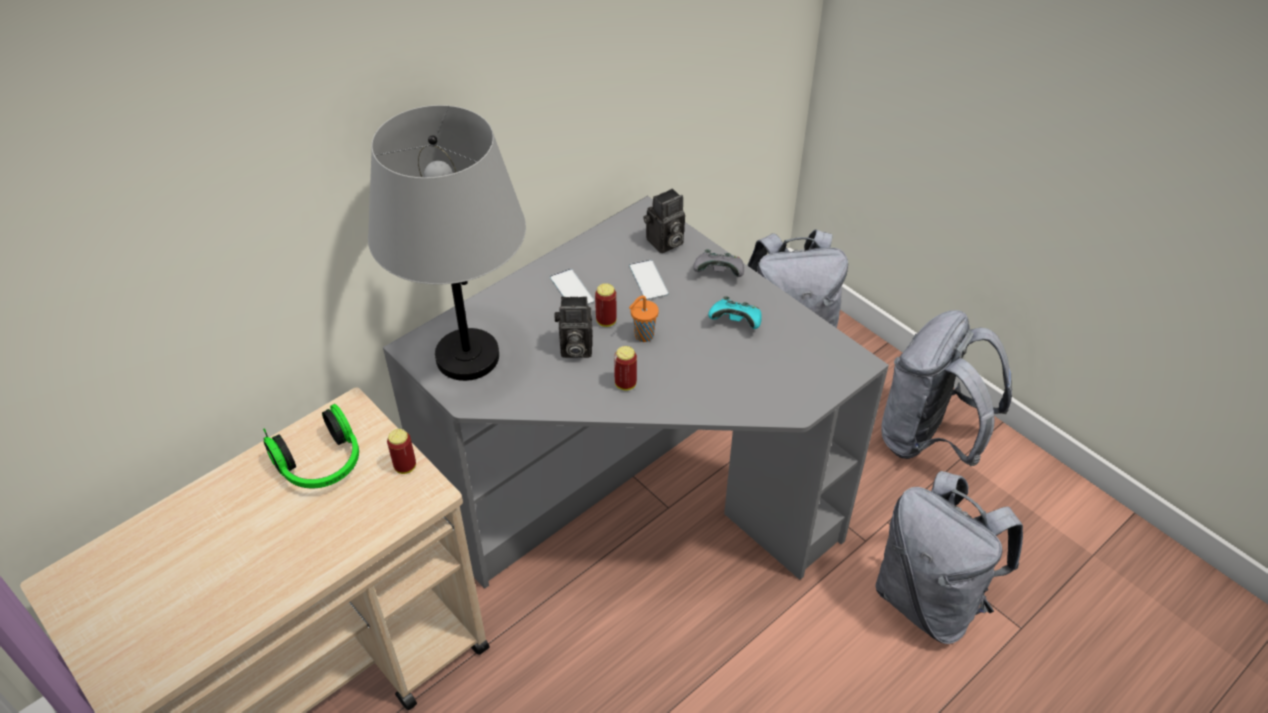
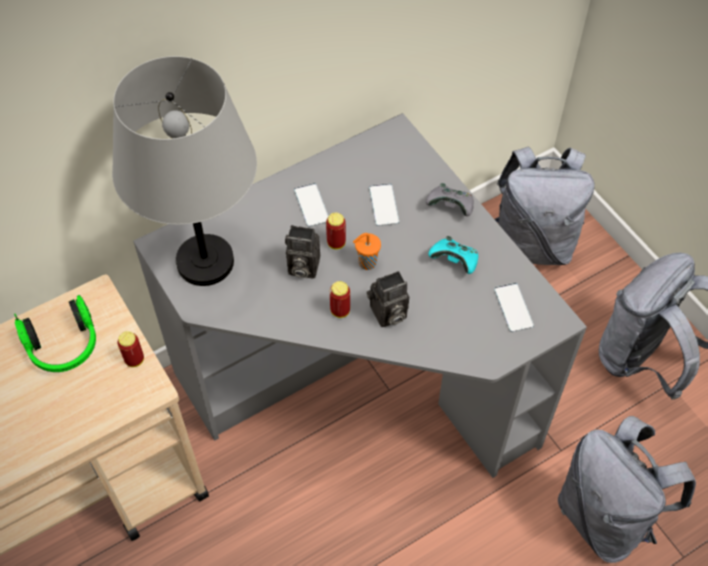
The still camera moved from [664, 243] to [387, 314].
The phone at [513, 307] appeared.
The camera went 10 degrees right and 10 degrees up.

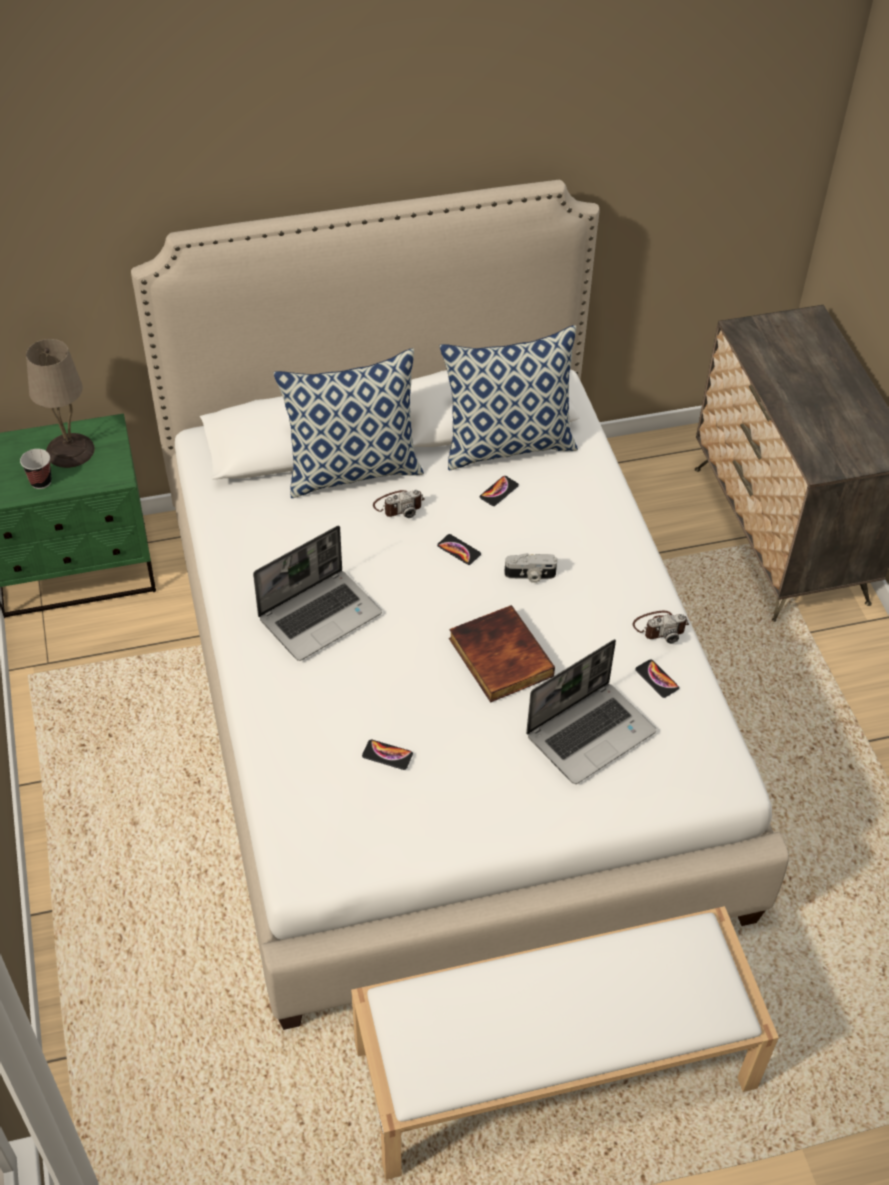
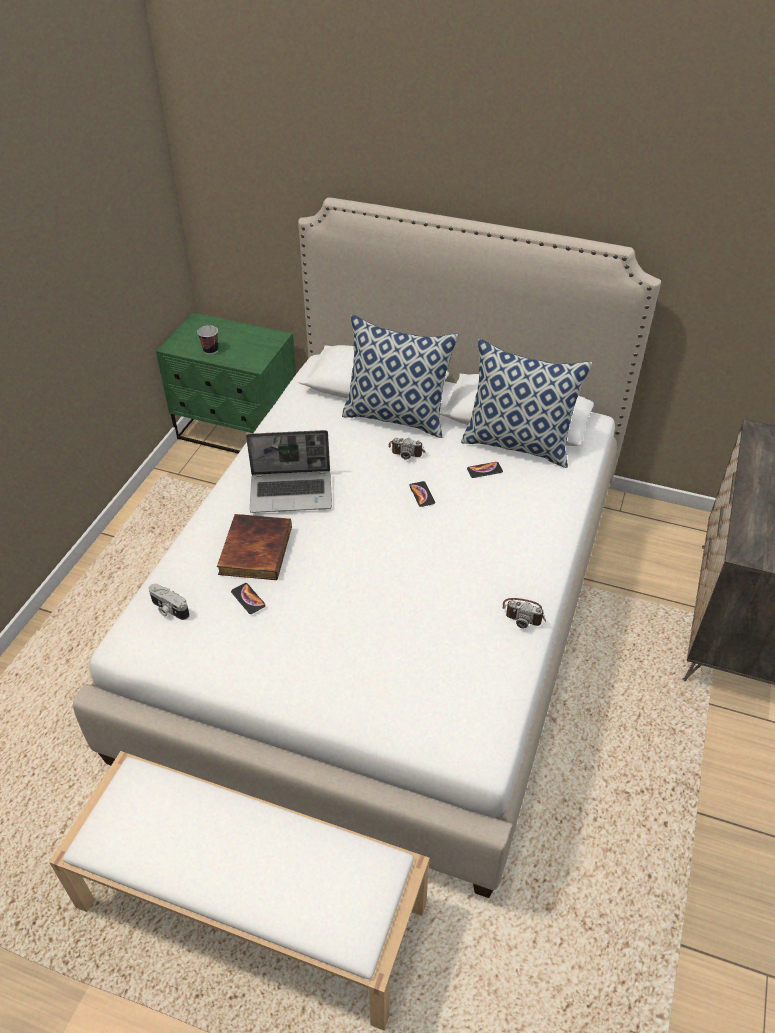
The still camera moved from [530, 576] to [168, 609].
The bound book moved from [498, 657] to [254, 549].
The tabletop lamp (beige) at [70, 451] disappeared.
The notebook computer at [591, 732] disappeared.
The phone at [657, 679] disappeared.
The camera went 35 degrees right and 5 degrees down.

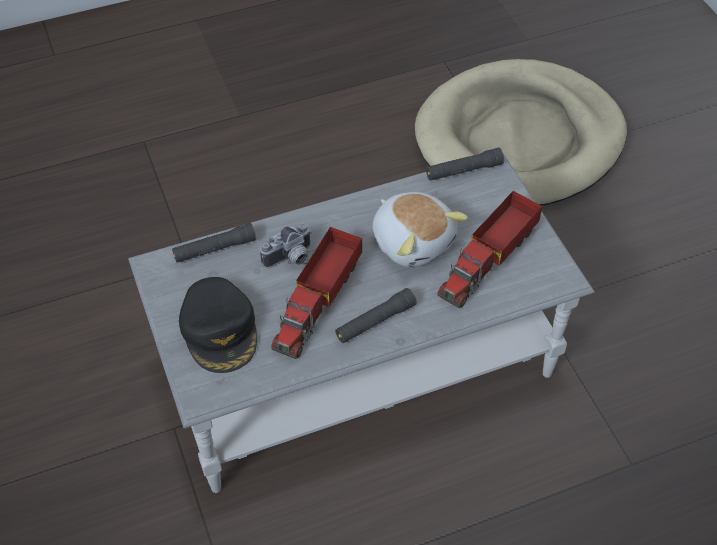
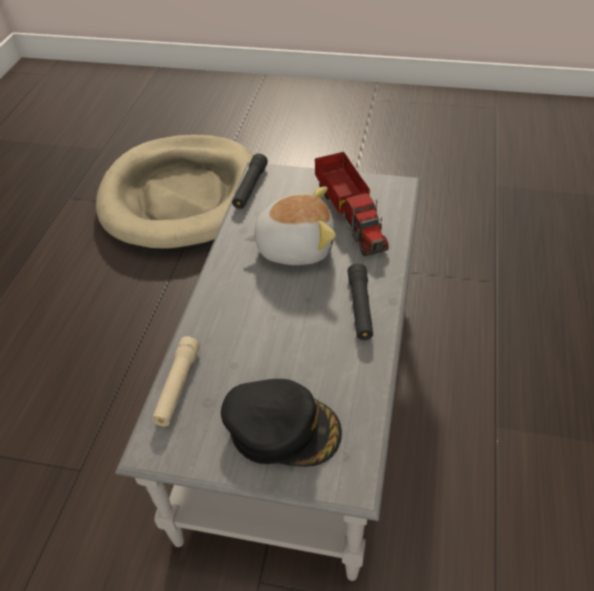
The flashlight (black) at [214, 249] became the flashlight (beige) at [177, 387].
The still camera at [290, 259] disappeared.
The toy lorry at [318, 300] disappeared.
The camera went 55 degrees left and 5 degrees down.

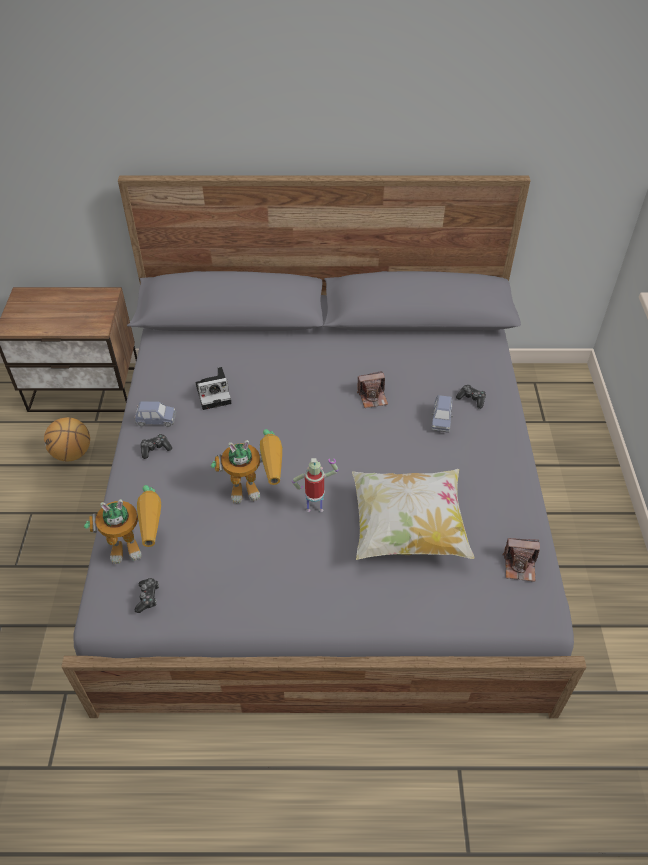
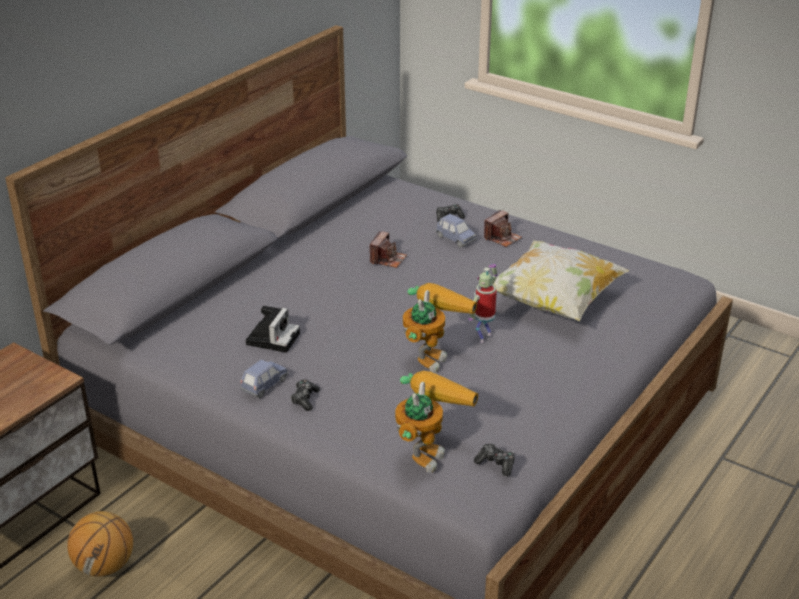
The still camera moved from [519, 566] to [502, 238].
The camera went 55 degrees left and 15 degrees down.

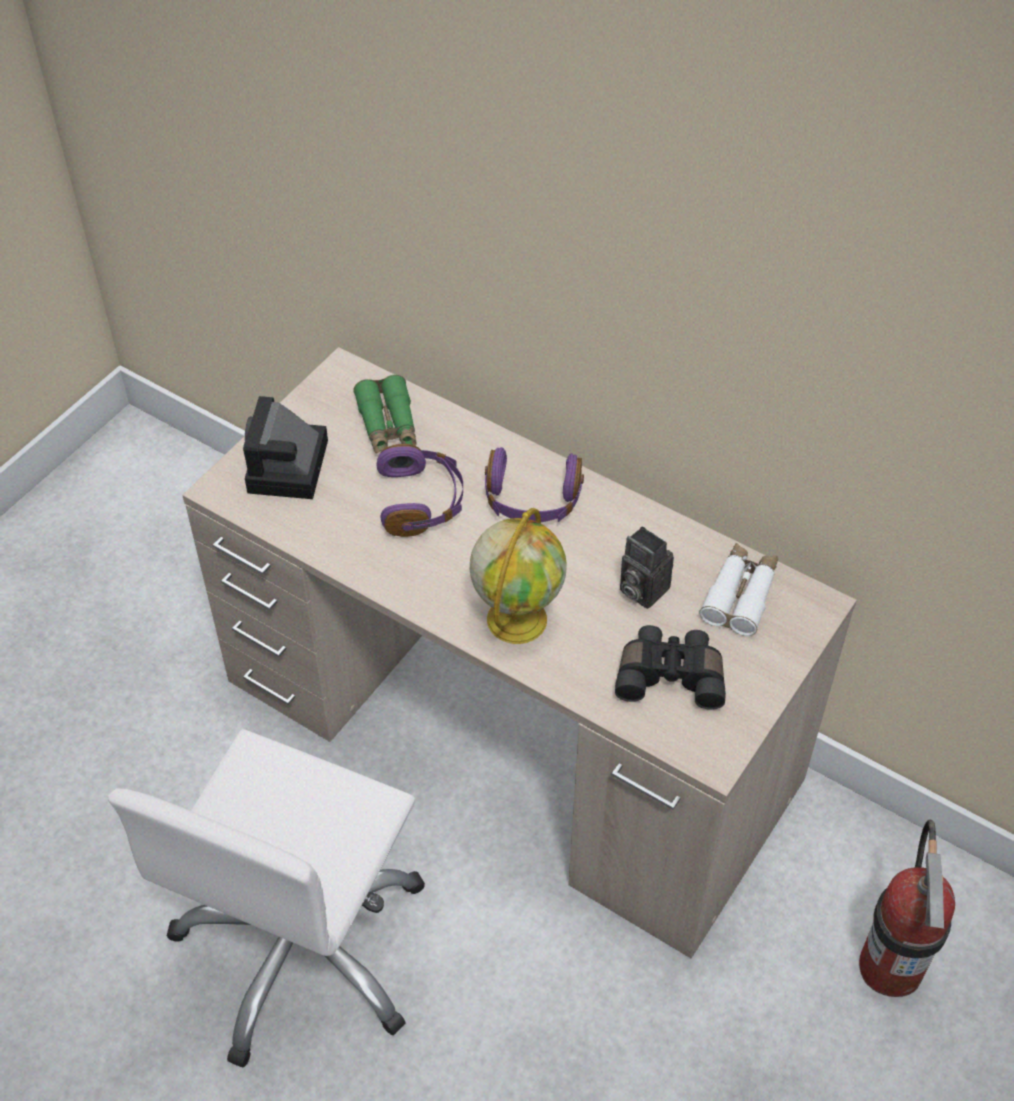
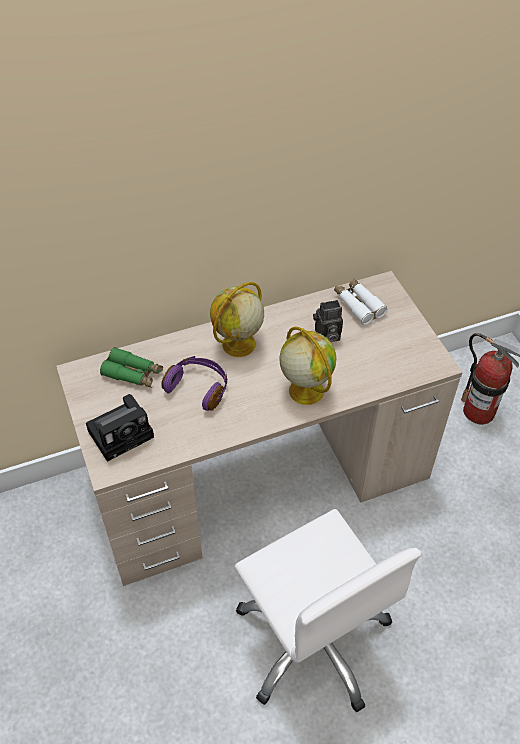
The still camera at [288, 469] turned 75 degrees counterclockwise.
The pair of headphones (purplish) at [532, 500] was replaced by the globe at [238, 345].
The field glasses (black) at [670, 675] disappeared.
The camera went 55 degrees left and 0 degrees up.

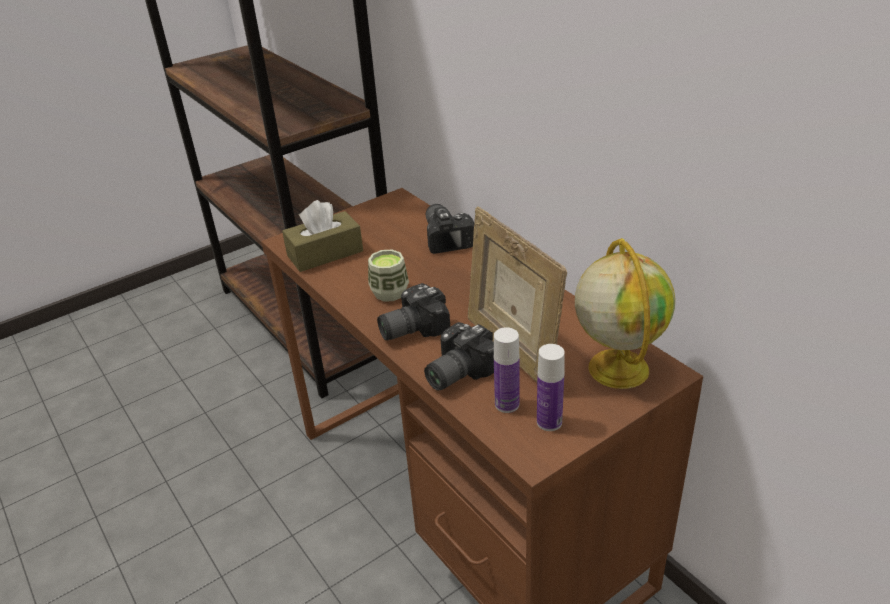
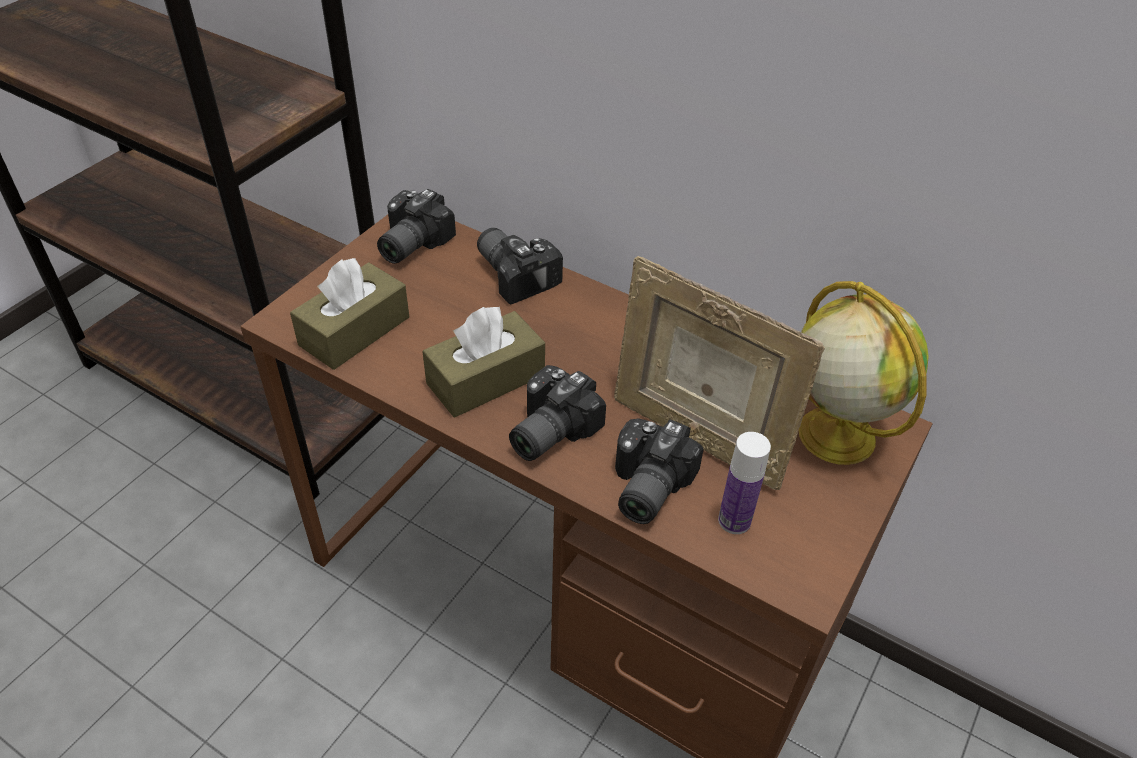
The still camera at [408, 243] appeared.
The small cup at [389, 292] was replaced by the tissue holder (brownish) at [486, 379].
The drink bottle at [549, 422] disappeared.
The camera went 25 degrees left and 10 degrees up.

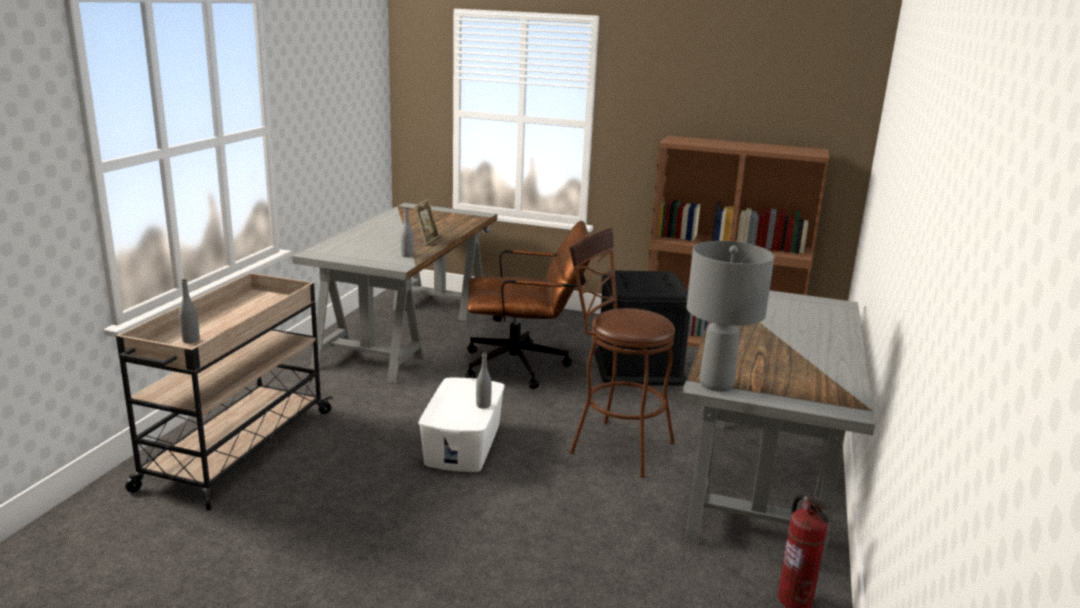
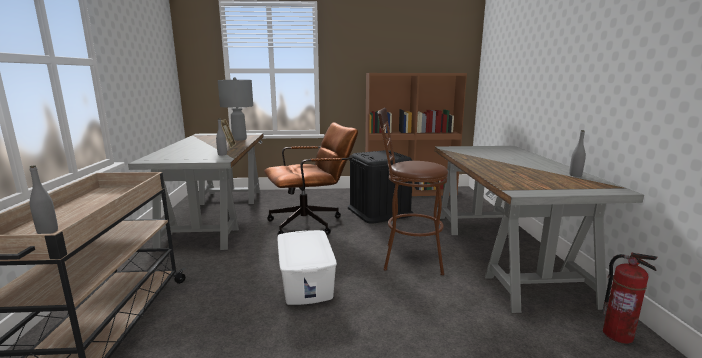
The tabletop lamp (grey) moved from [716, 384] to [239, 139].
The drink bottle (grey) moved from [483, 405] to [575, 175].
The camera went 20 degrees left and 5 degrees down.

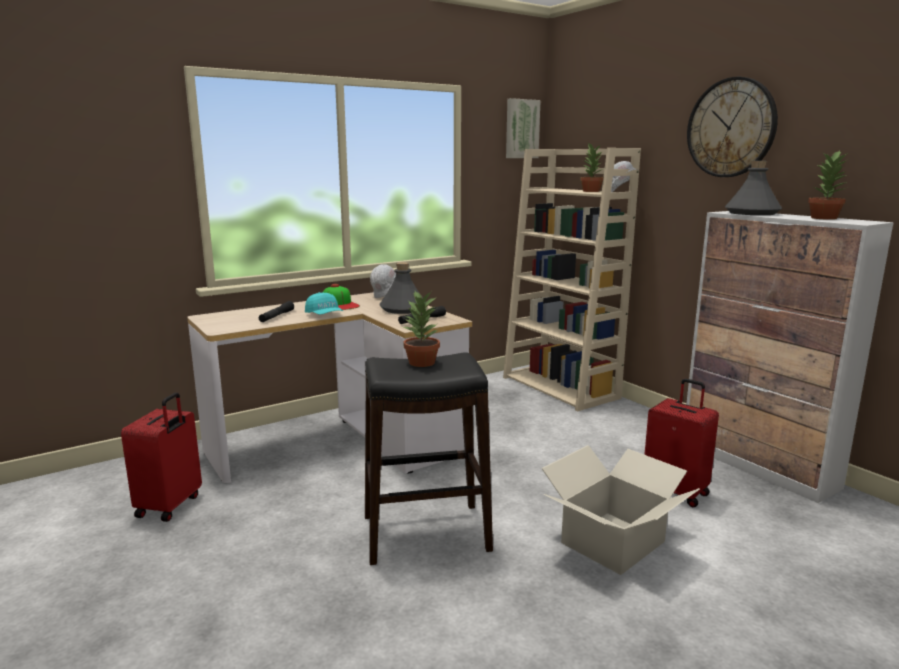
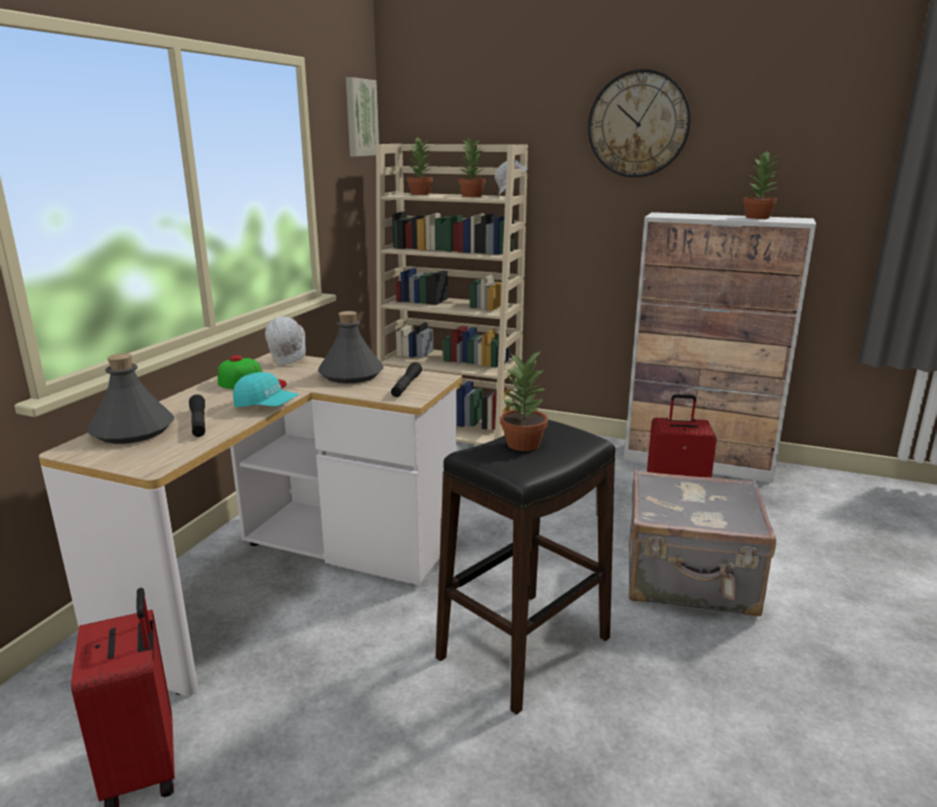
The drink bottle (grey) moved from [752, 213] to [133, 431].
The plant in a pot at [420, 194] appeared.
The cardboard box at [614, 542] was replaced by the piece of luggage (grey) at [690, 580].
The camera went 35 degrees left and 5 degrees up.

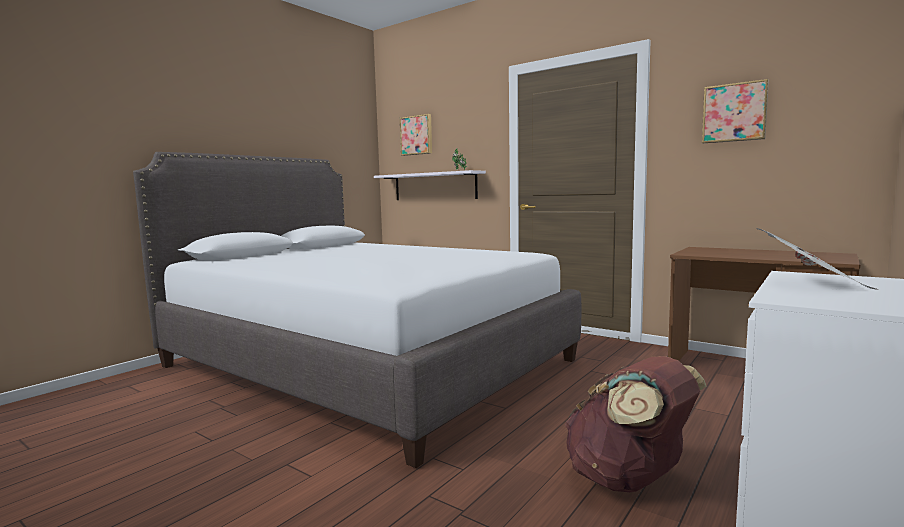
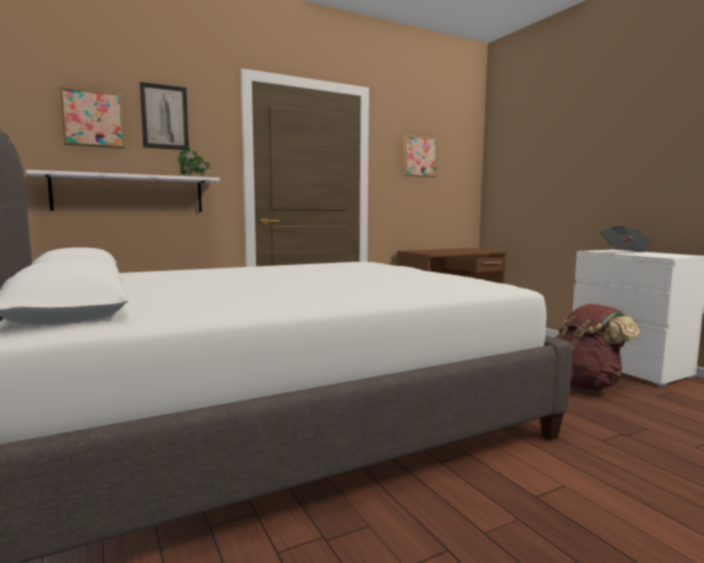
The picture at [164, 117] appeared.
The camera went 65 degrees left and 0 degrees up.

